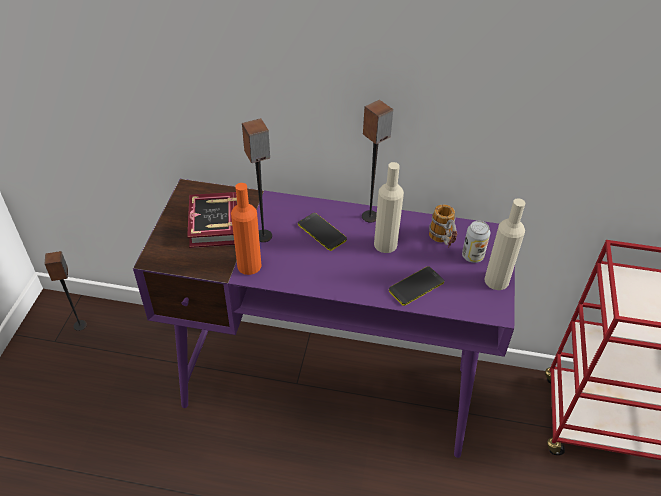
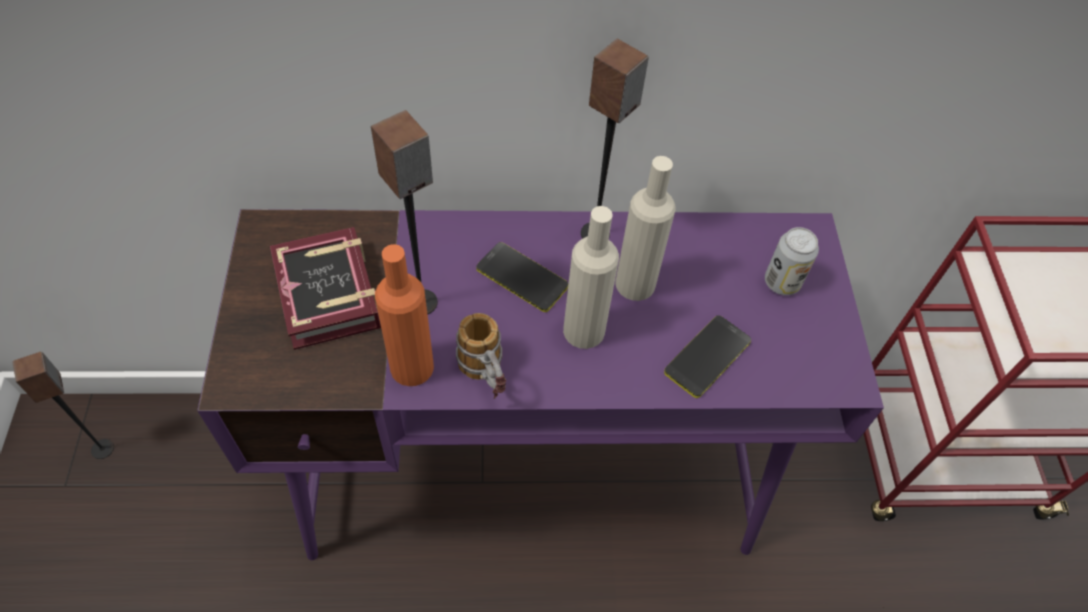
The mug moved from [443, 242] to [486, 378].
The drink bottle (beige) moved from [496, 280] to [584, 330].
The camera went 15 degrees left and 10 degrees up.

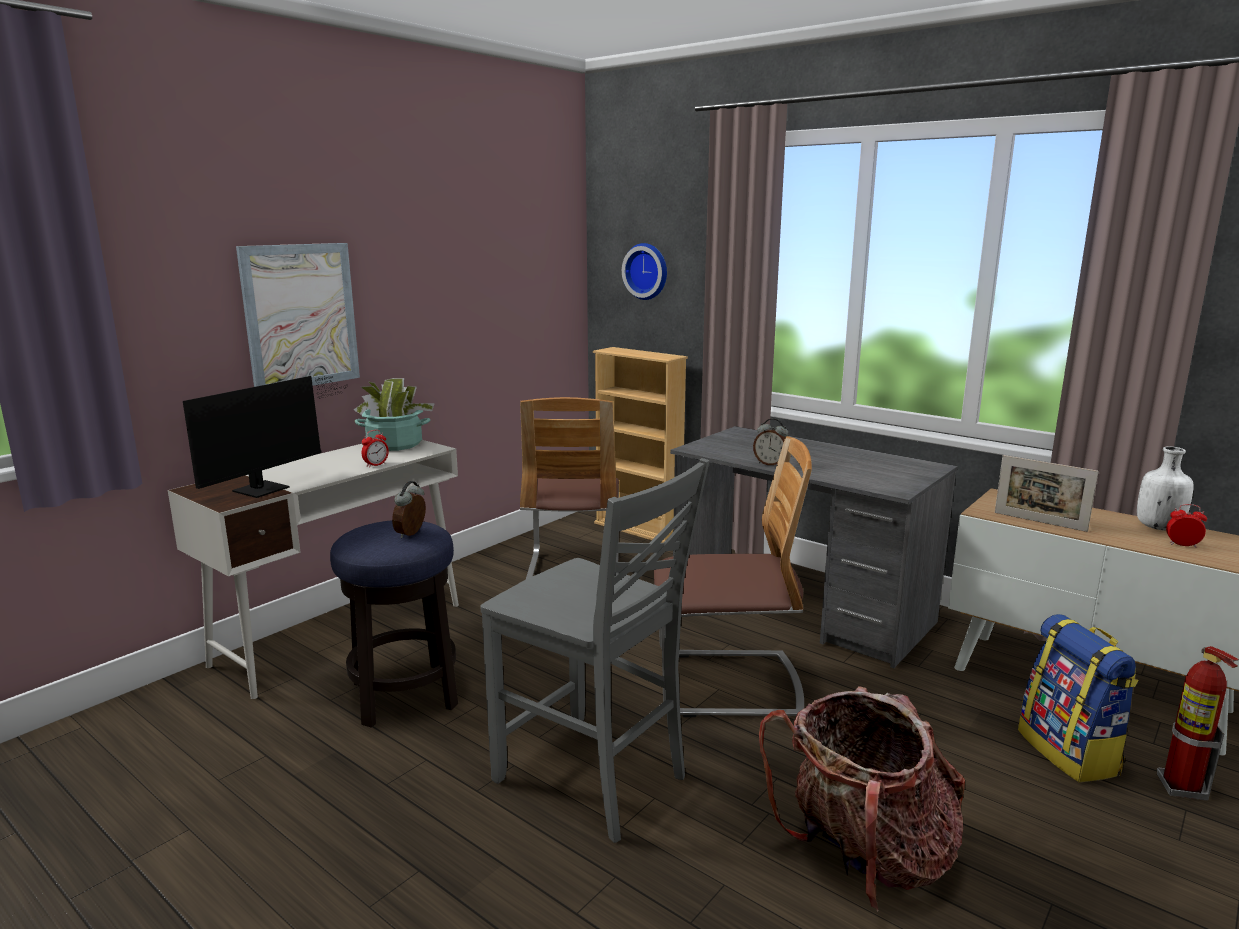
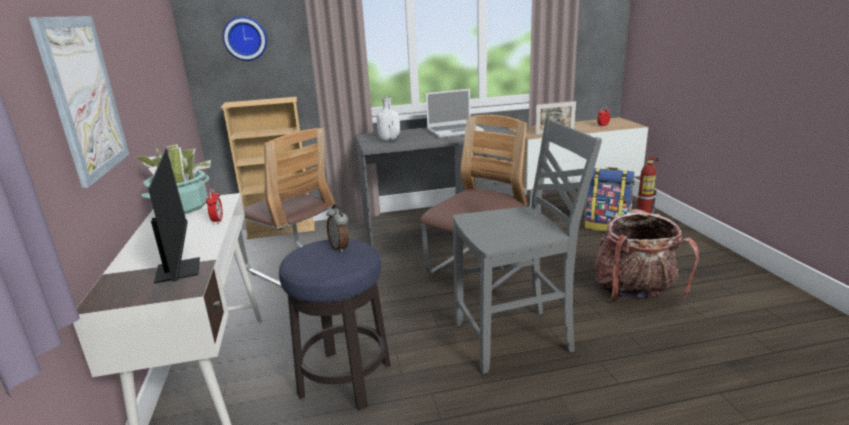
The drink bottle (white-coloured) moved from [1157, 527] to [389, 140].
The notebook computer at [455, 131] appeared.
The table clock at [770, 464] disappeared.
The camera went 50 degrees left and 5 degrees up.

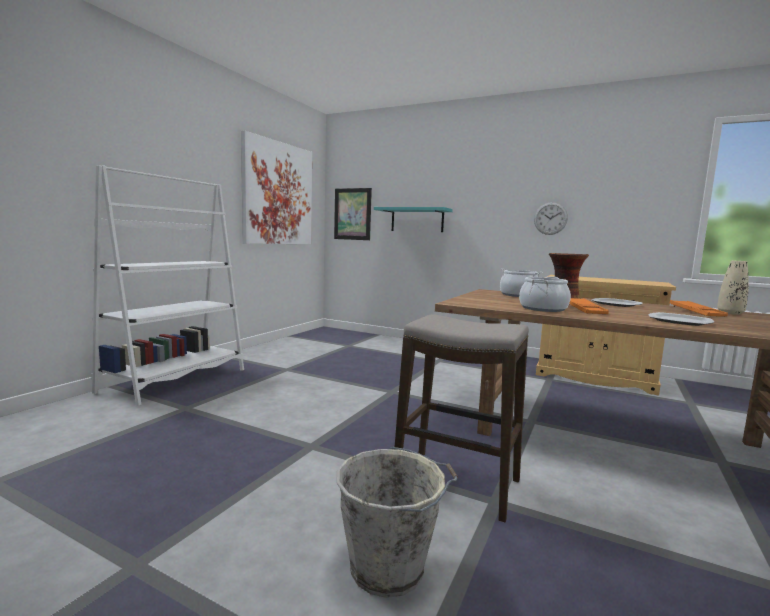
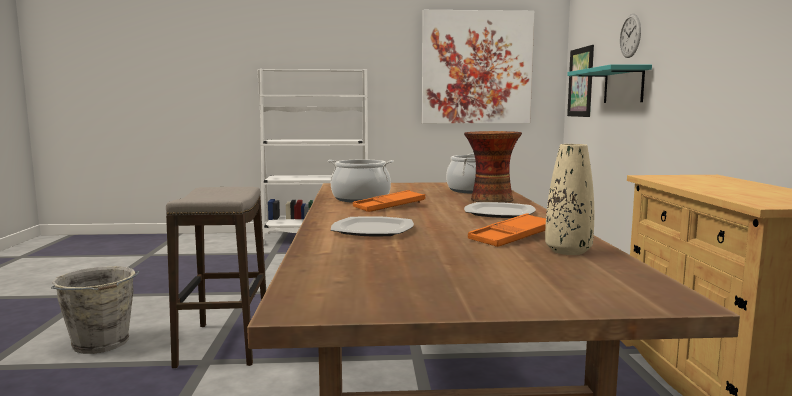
The clock on the wall moved from [550, 218] to [630, 36].
The camera went 60 degrees right and 0 degrees up.

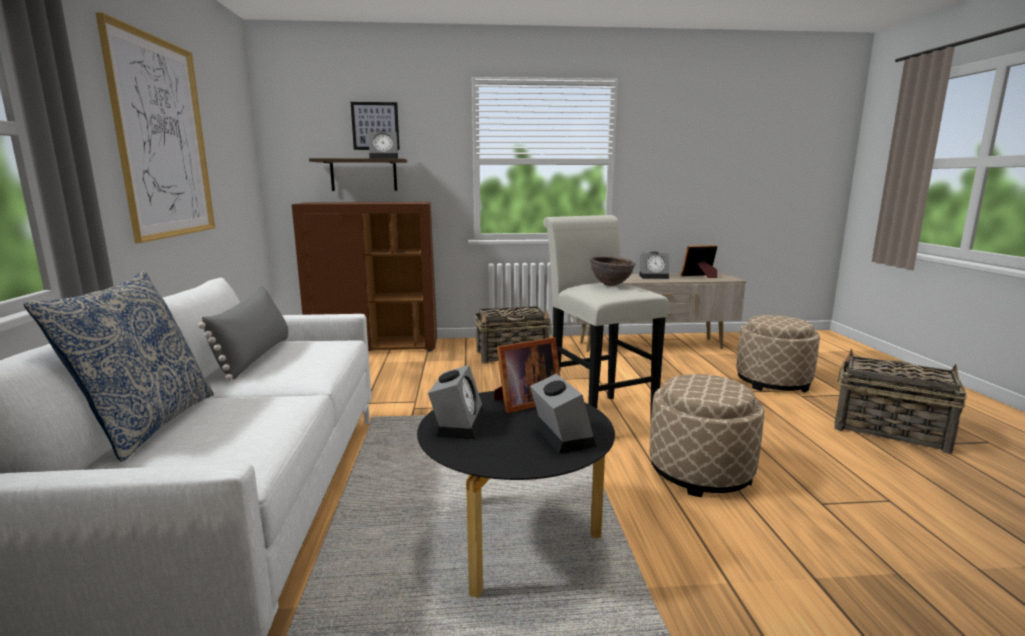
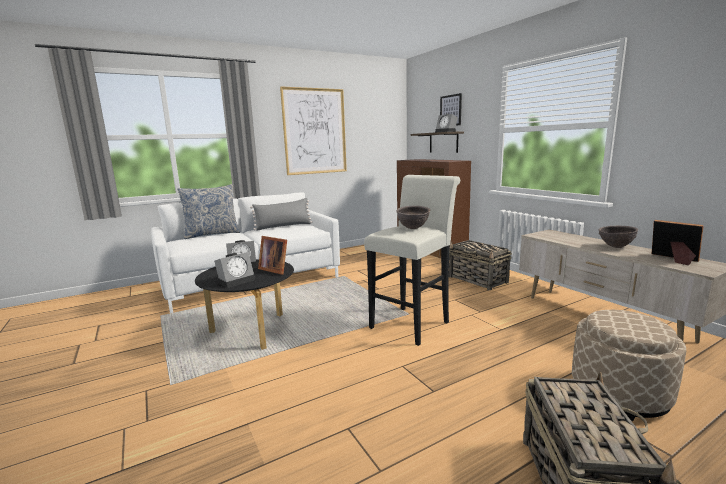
The table clock at [654, 277] was replaced by the bowl (brownish) at [615, 247].
The ottoman (beige) at [700, 471] disappeared.
The camera went 65 degrees right and 0 degrees up.

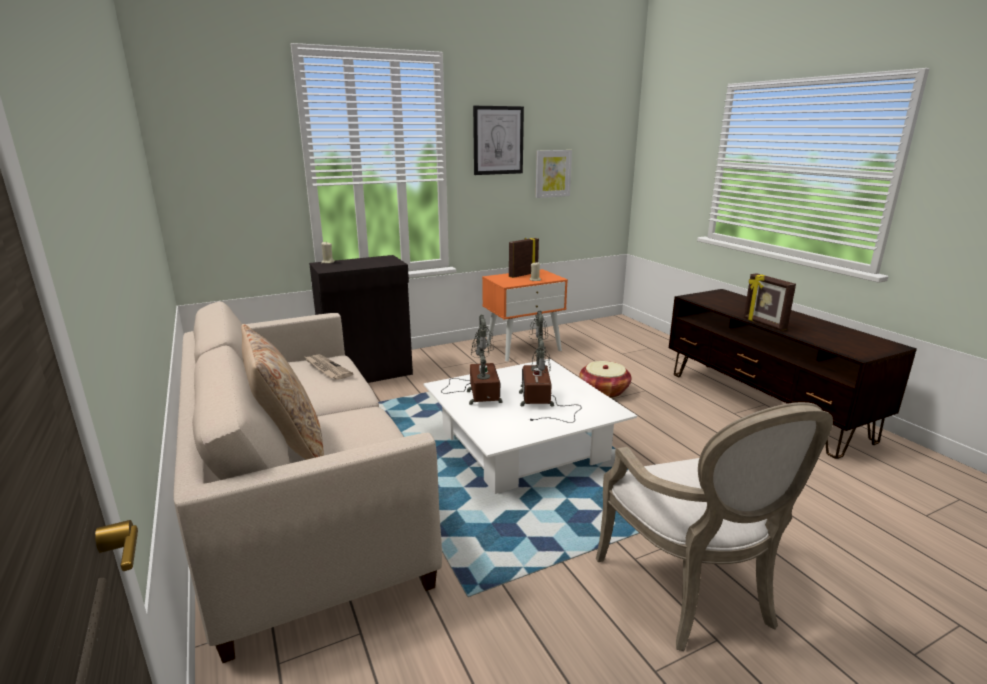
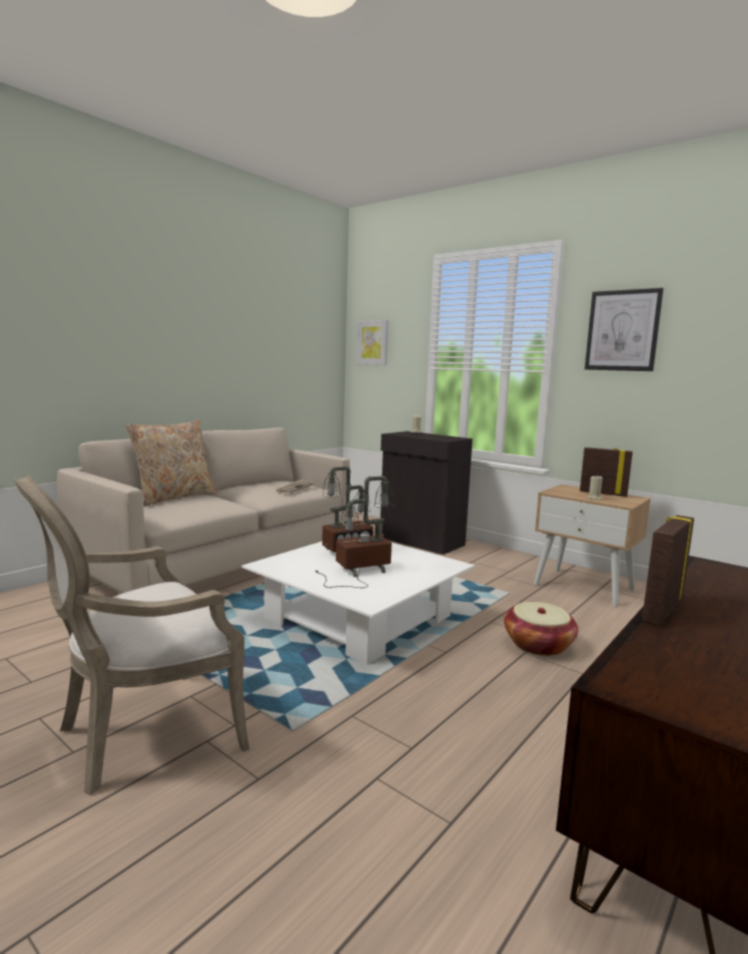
The picture moved from [552, 173] to [372, 342].
The bedside table (orange) at [523, 348] became the bedside table (beige) at [584, 586].
The camera went 65 degrees right and 10 degrees down.

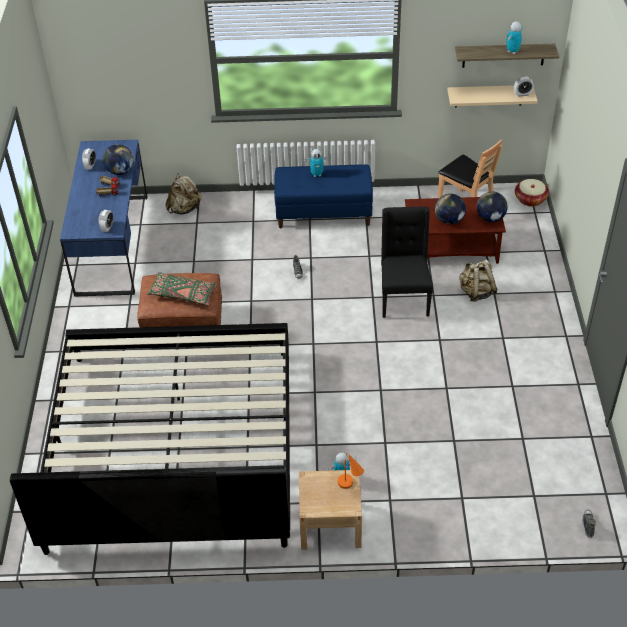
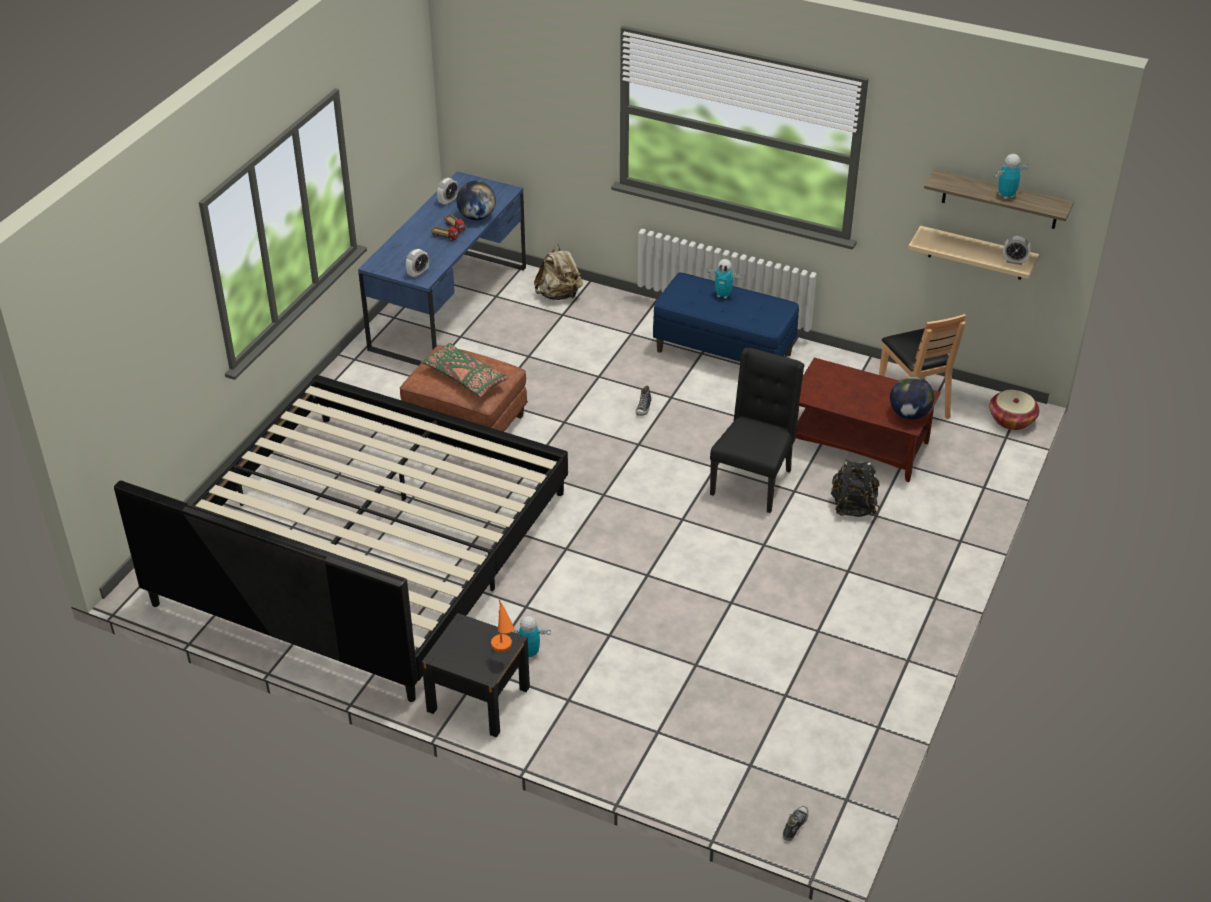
The bedside table (beige) at [330, 525] became the bedside table (black) at [478, 699].
The backpack (beige) at [476, 292] became the backpack (black) at [853, 506].
The globe at [449, 220] disappeared.
The camera went 25 degrees right and 5 degrees down.

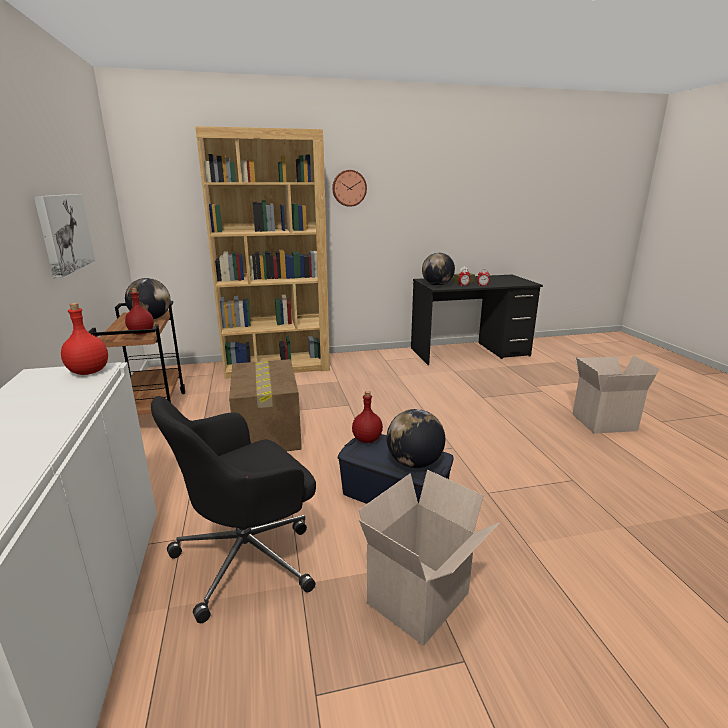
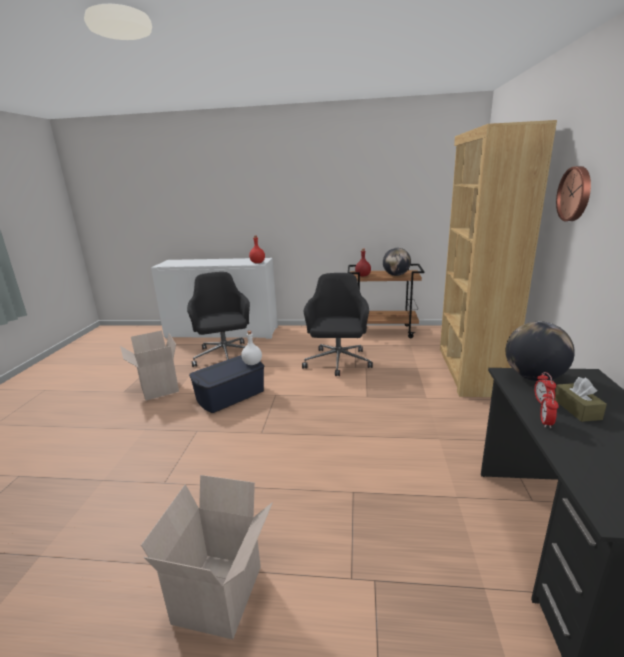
The drink bottle (reddish) at [367, 439] became the drink bottle (white-coloured) at [252, 363].
The cardboard box at [267, 430] was replaced by the computer chair (black) at [337, 362].
The picture at [64, 233] disappeared.
The globe at [414, 463] disappeared.
The camera went 110 degrees right and 0 degrees up.

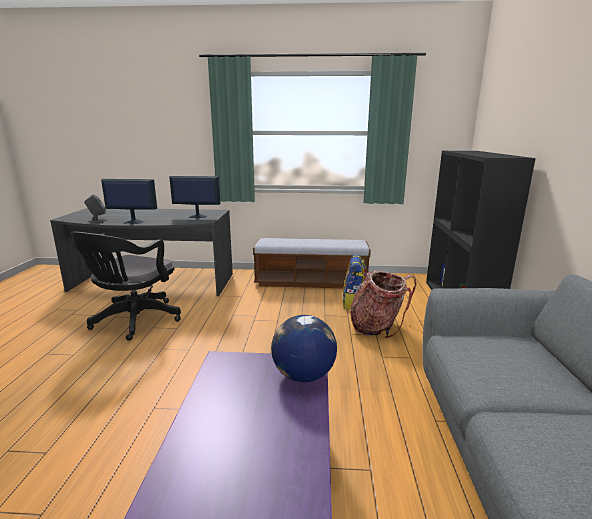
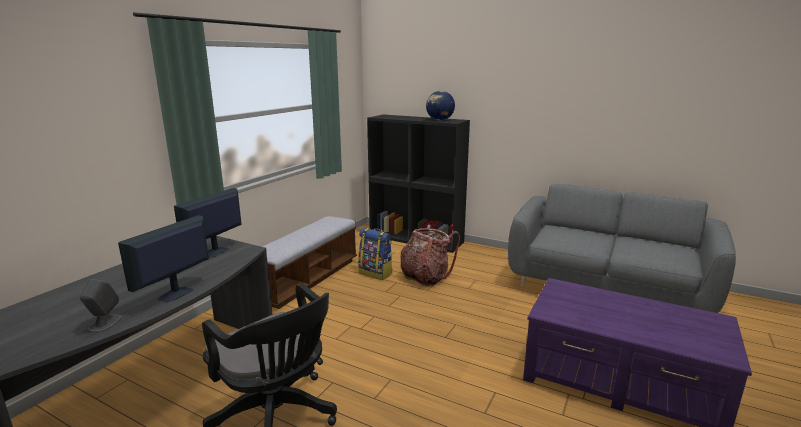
The globe moved from [303, 375] to [439, 120].
The camera went 65 degrees left and 0 degrees up.

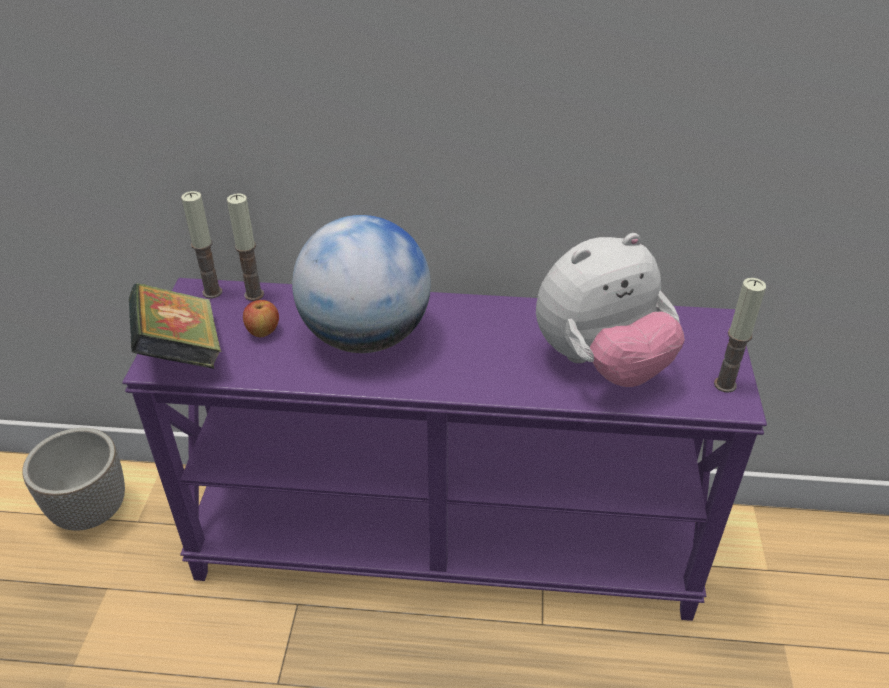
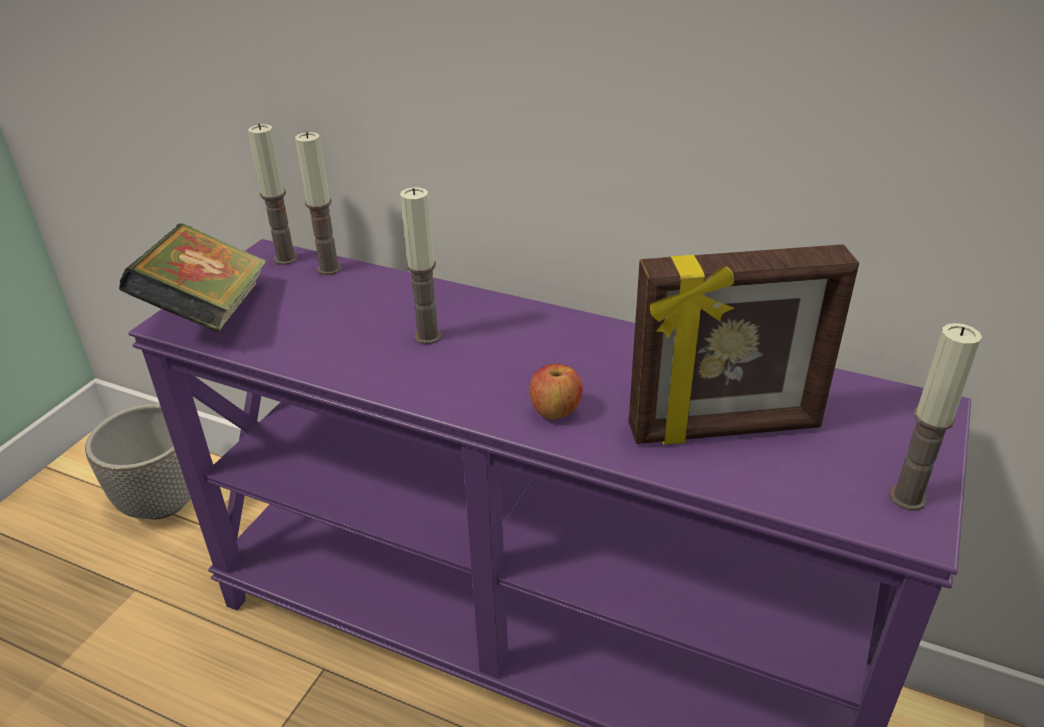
The globe at [366, 336] was replaced by the candle at [428, 336].
The whole apple moved from [263, 331] to [555, 411].
The plush toy at [601, 363] was replaced by the photo frame at [724, 429].
The camera went 20 degrees right and 5 degrees down.

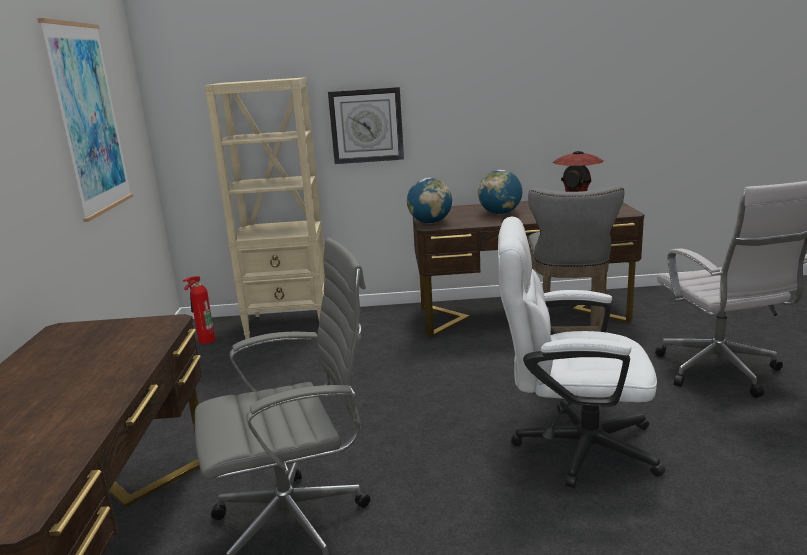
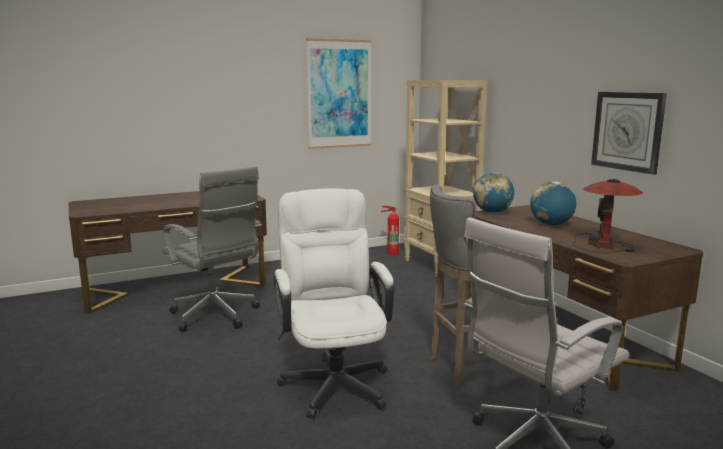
The clock on the wall moved from [366, 125] to [627, 131].
The camera went 65 degrees right and 5 degrees down.

